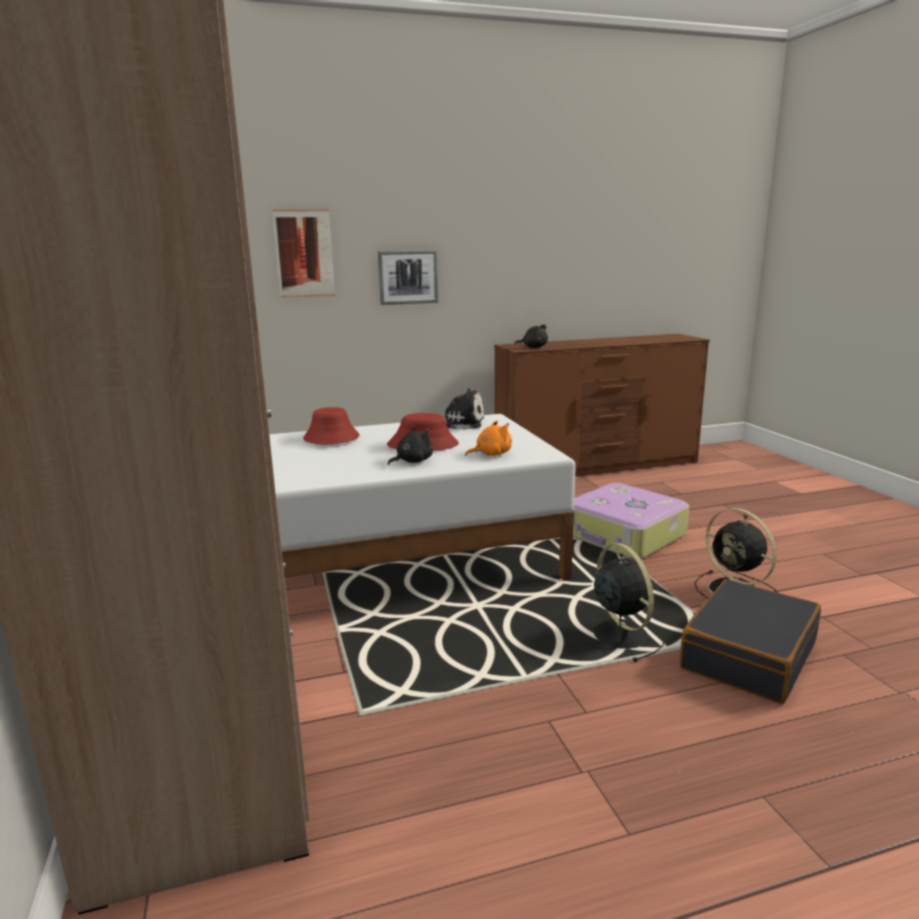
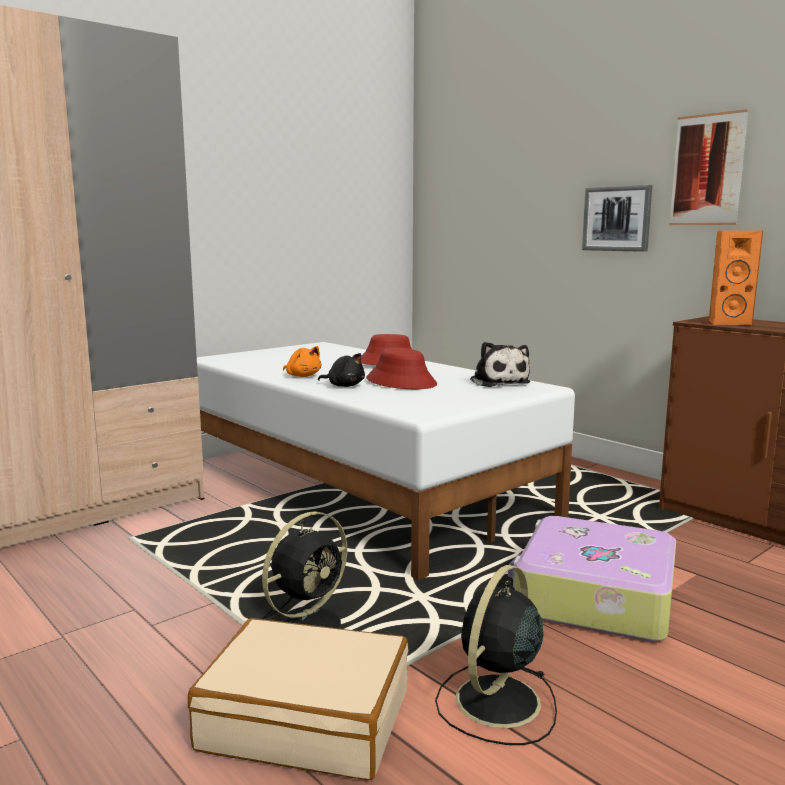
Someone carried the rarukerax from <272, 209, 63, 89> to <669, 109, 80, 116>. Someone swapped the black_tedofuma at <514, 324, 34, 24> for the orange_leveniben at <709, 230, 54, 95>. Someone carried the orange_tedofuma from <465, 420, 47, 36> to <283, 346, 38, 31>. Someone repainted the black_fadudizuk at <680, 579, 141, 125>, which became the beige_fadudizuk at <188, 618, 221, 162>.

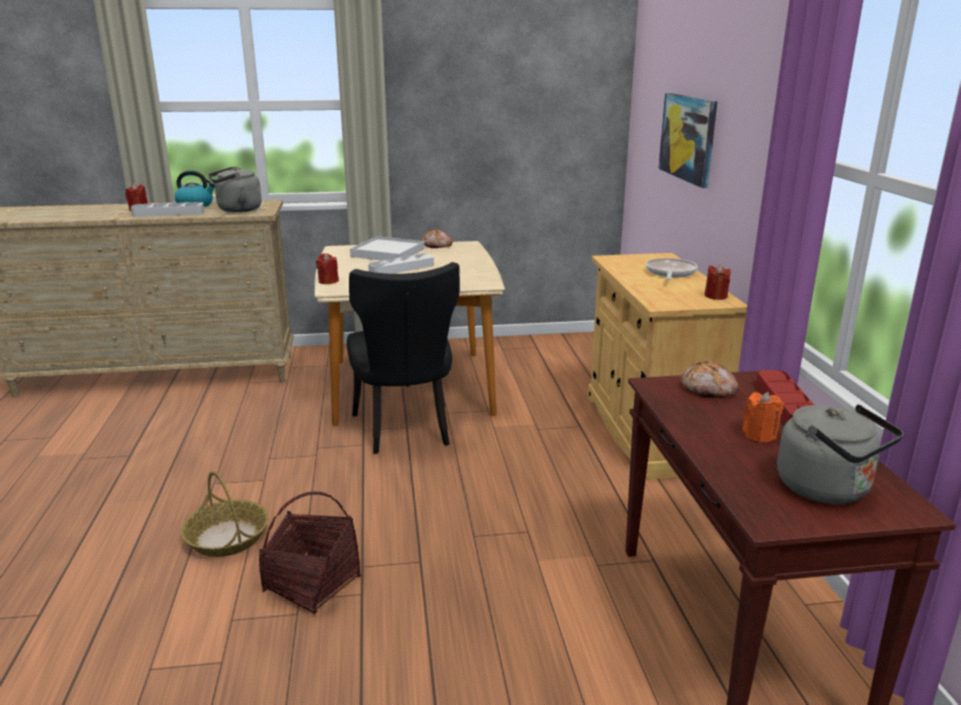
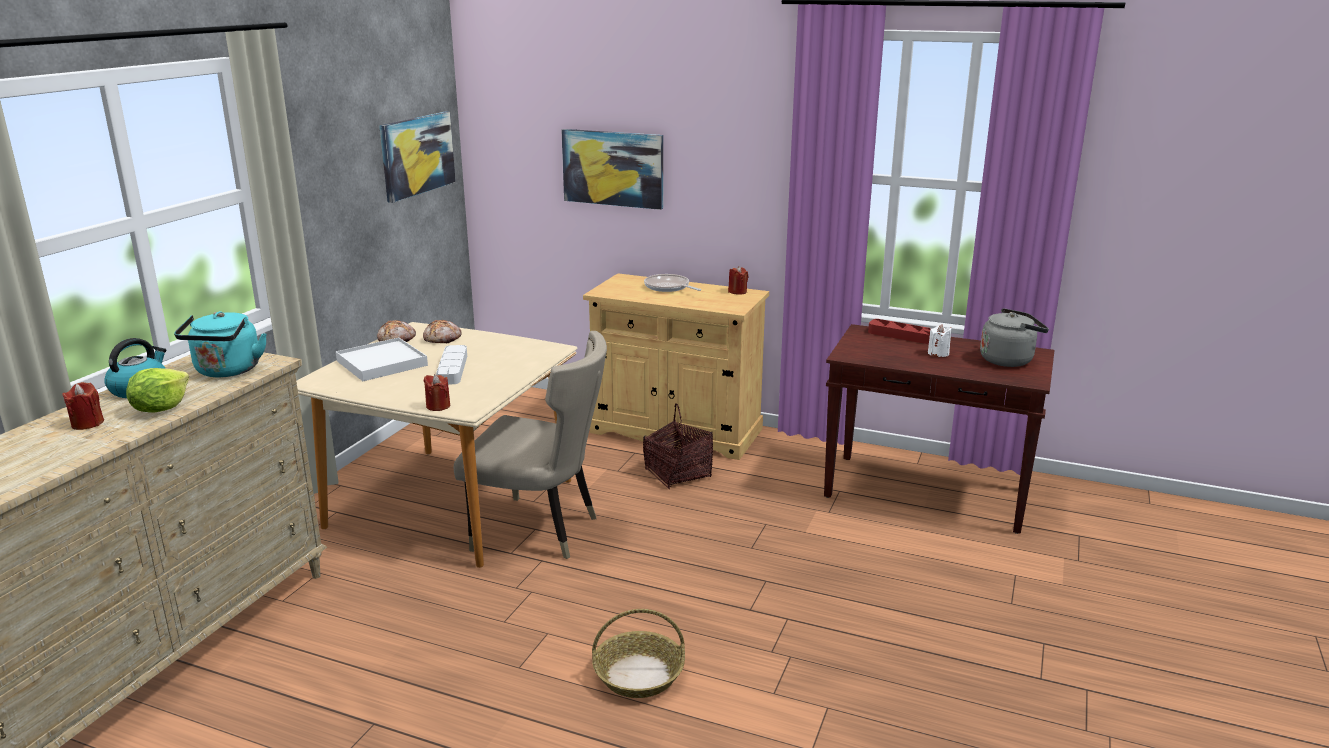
Someone repainted the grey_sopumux at <208, 167, 54, 45>, which became the turquoise_sopumux at <174, 311, 93, 67>. Someone swapped the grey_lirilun at <131, 202, 73, 15> for the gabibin at <126, 368, 63, 44>. Someone repainted the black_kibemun at <347, 262, 113, 192>, which became the beige_kibemun at <454, 331, 153, 228>. Someone carried the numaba from <681, 361, 58, 37> to <423, 320, 39, 23>. Someone repainted the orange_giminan at <742, 392, 42, 50>, which became the white_giminan at <928, 324, 24, 33>. Someone carried the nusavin from <259, 492, 102, 123> to <643, 403, 70, 86>. Someone put up the rarukerax at <379, 111, 77, 92>.

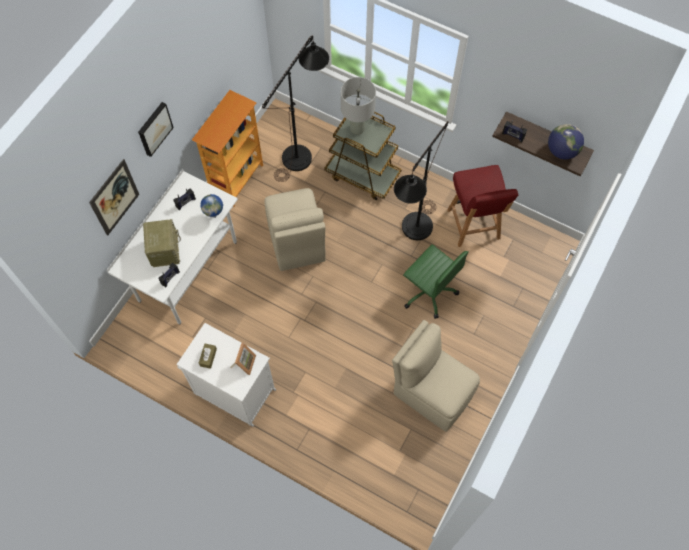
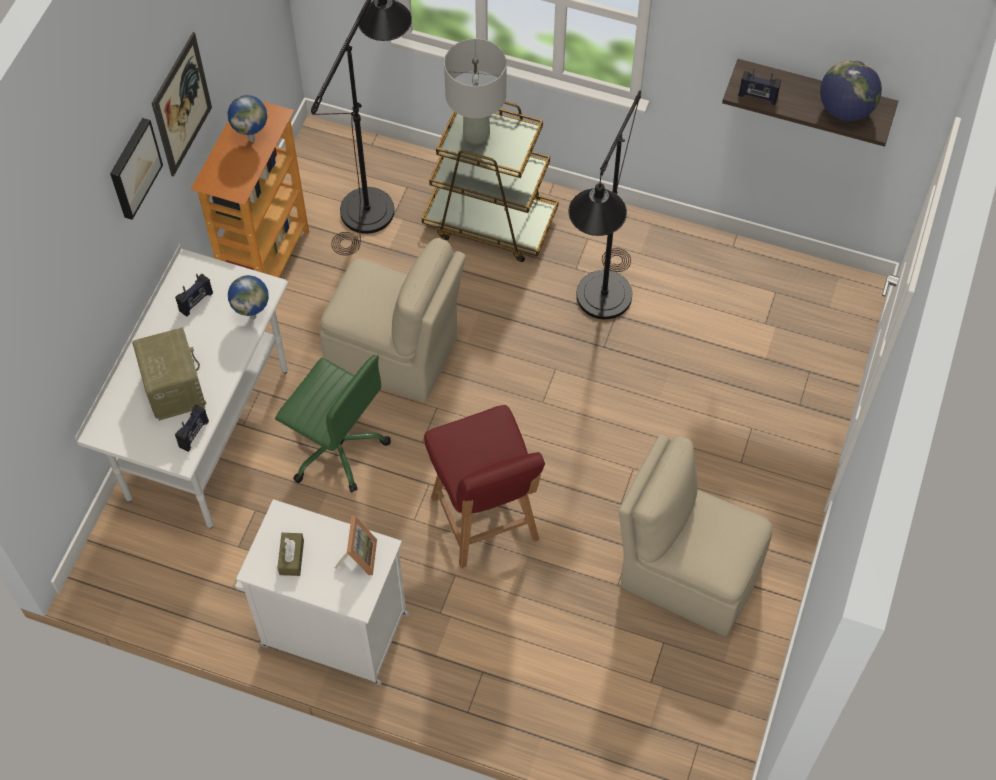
Someone carried the rarukerax from <89, 159, 50, 77> to <152, 32, 60, 145>. Someone carried the red_kibemun from <447, 165, 71, 82> to <424, 405, 121, 163>. Someone rotated the beige_kibemun at <264, 188, 62, 83> by 45 degrees counterclockwise. Someone carried the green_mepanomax from <403, 244, 66, 75> to <275, 355, 116, 138>. Someone put down the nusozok at <227, 95, 40, 47>.

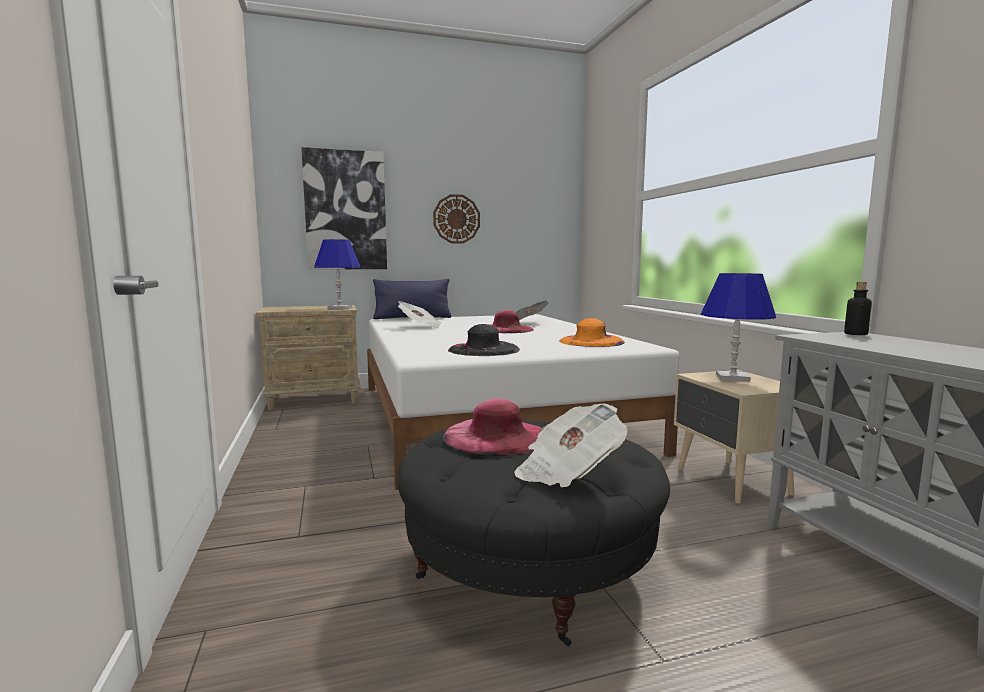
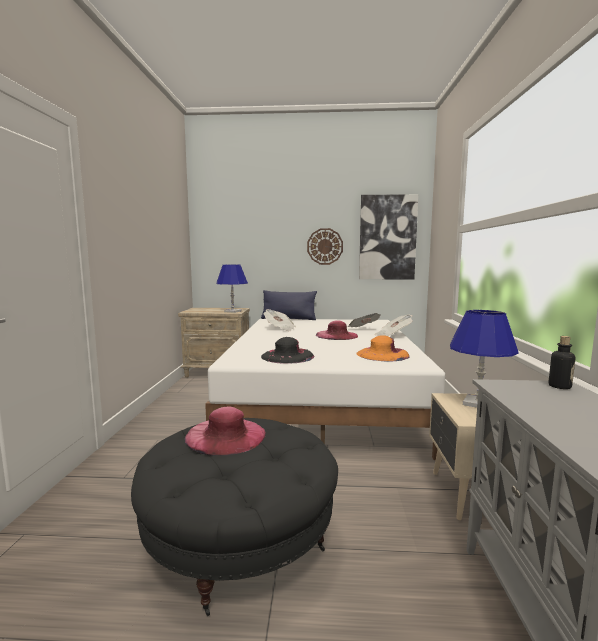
Someone carried the rarukerax from <301, 147, 86, 123> to <359, 194, 59, 85>. Someone carried the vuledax from <514, 404, 113, 83> to <375, 315, 38, 21>.

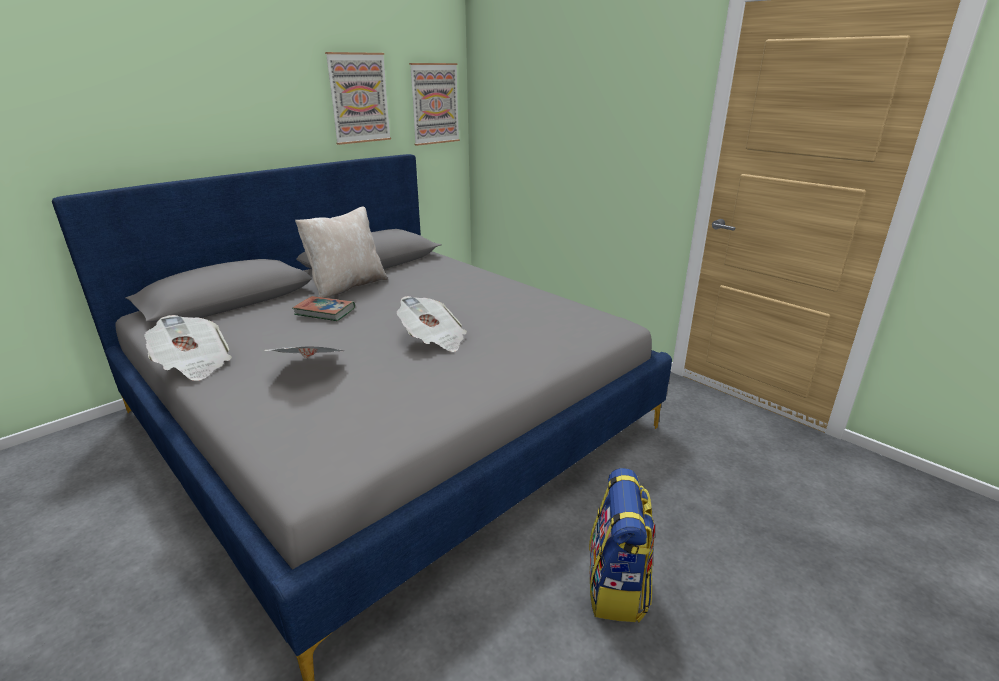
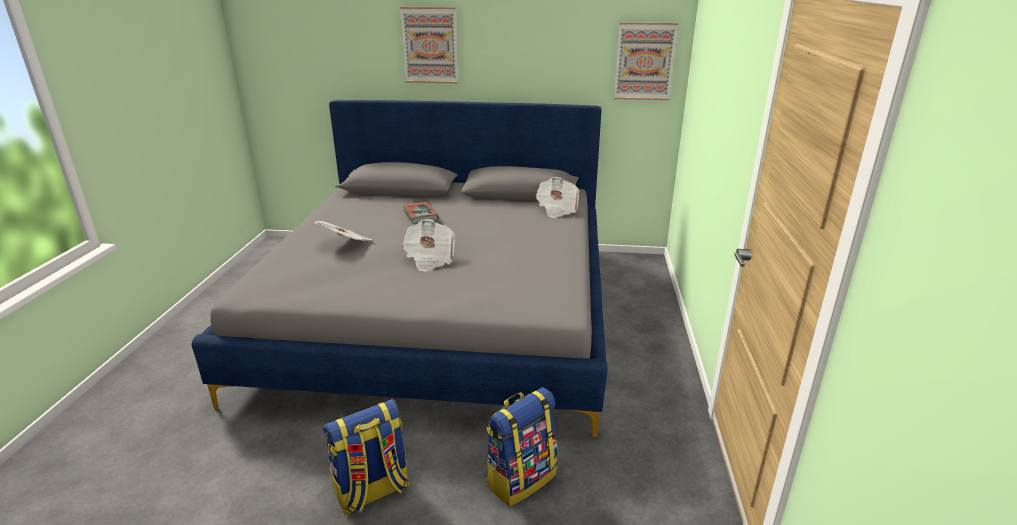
Someone carried the rarukerax from <325, 52, 66, 93> to <400, 7, 58, 76>. Someone took away the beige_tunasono at <295, 206, 92, 92>. Someone carried the vuledax from <144, 315, 88, 66> to <536, 177, 43, 41>. Someone put down the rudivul at <486, 387, 71, 119>.

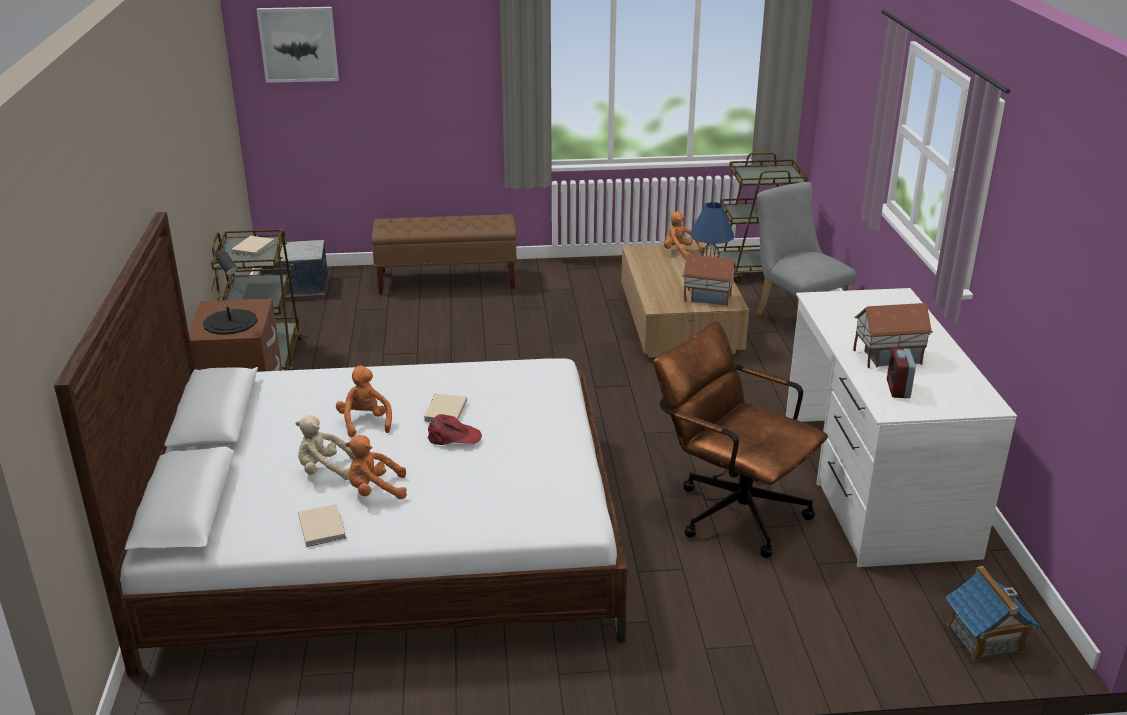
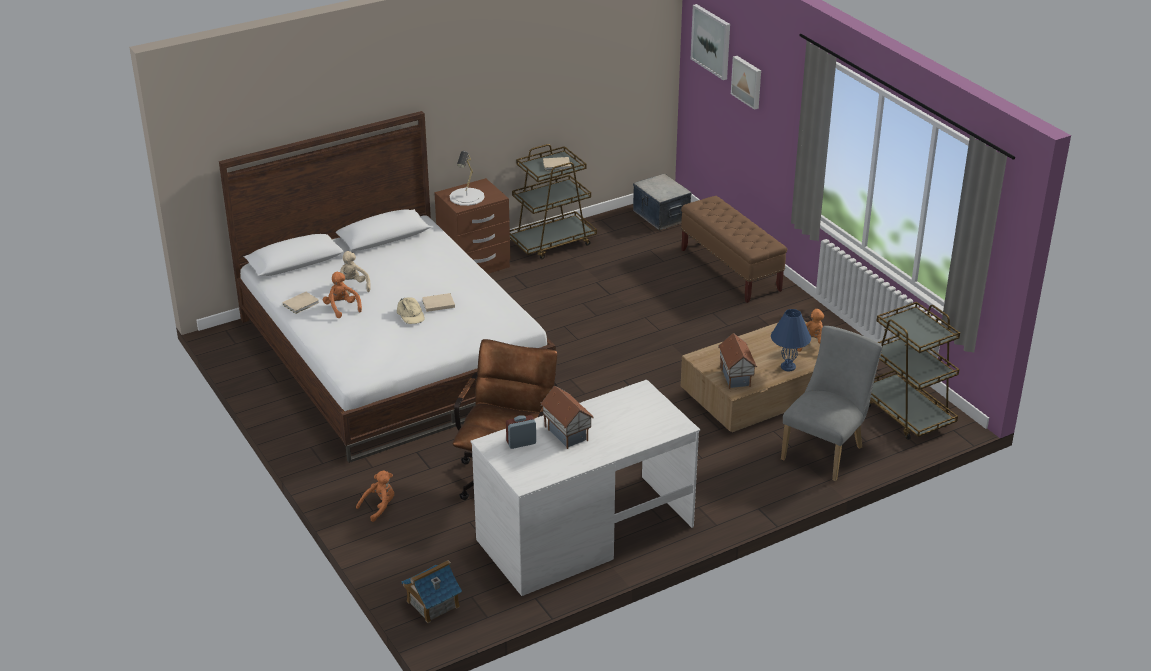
Someone repainted the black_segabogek at <203, 250, 55, 85>, which became the white_segabogek at <450, 151, 35, 55>. Someone carried the orange_tedofuma from <336, 366, 56, 71> to <356, 470, 38, 52>. Someone repainted the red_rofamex at <428, 414, 54, 31>, which became the beige_rofamex at <397, 298, 28, 26>. Someone put up the rarukerax at <731, 56, 30, 54>.

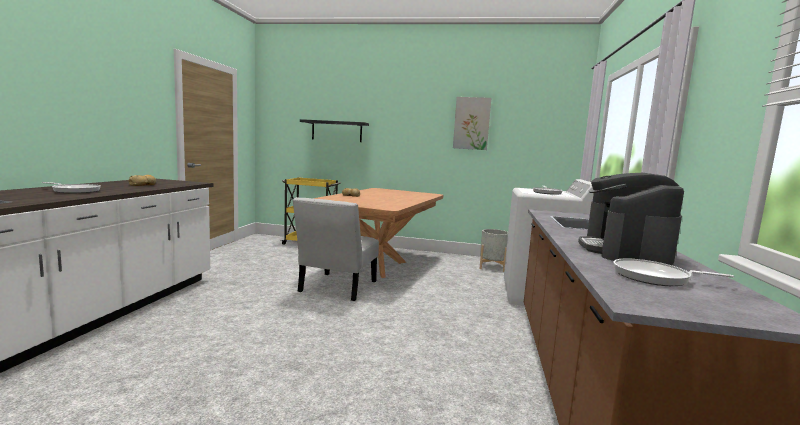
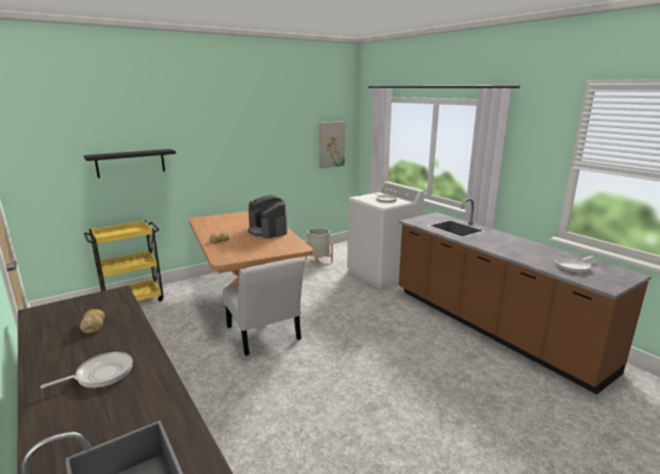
Someone carried the rarukerax from <453, 97, 38, 53> to <319, 121, 26, 48>. Someone carried the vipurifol from <578, 173, 106, 92> to <248, 195, 39, 44>.

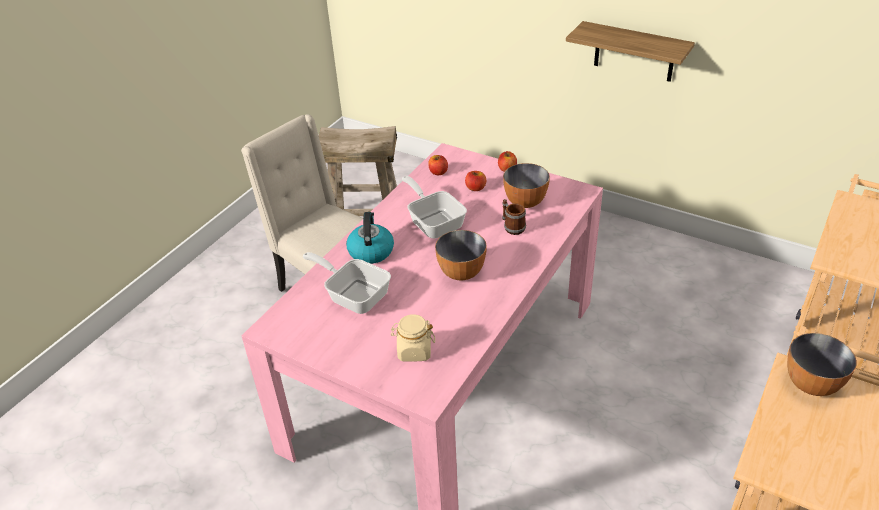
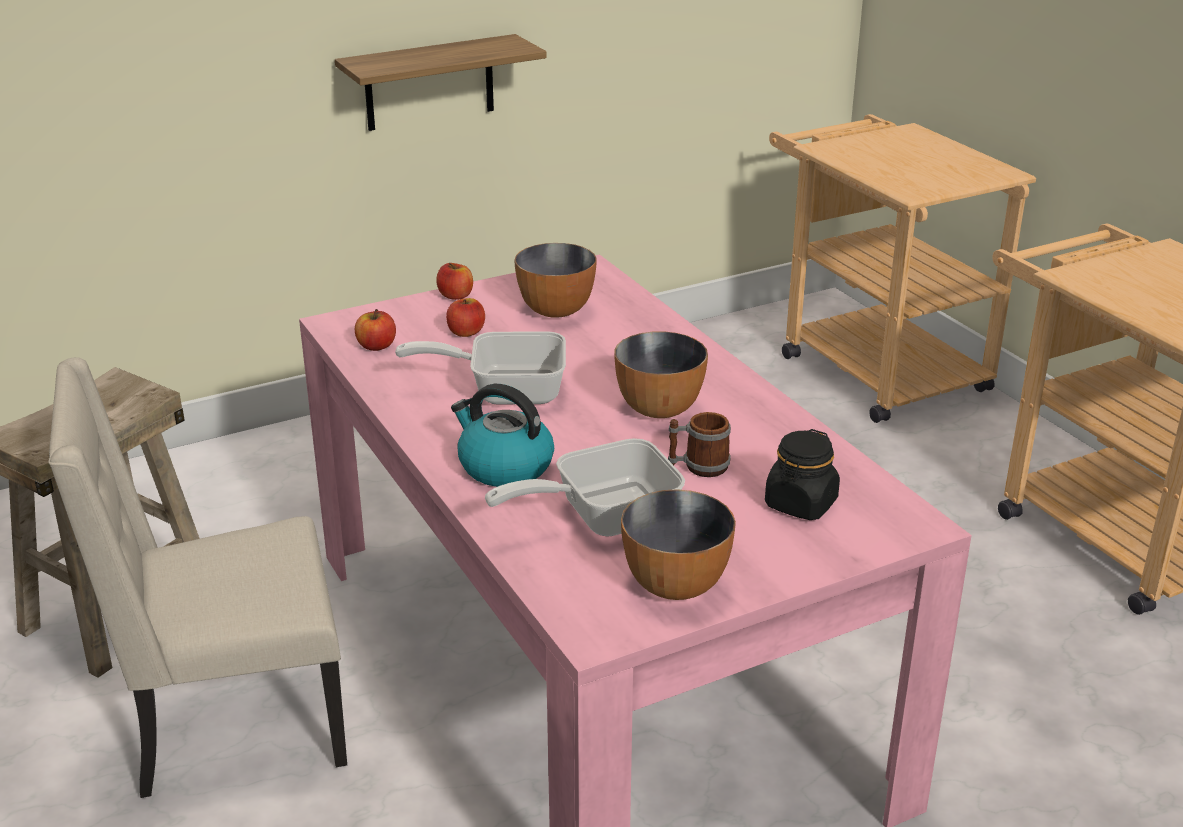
Someone carried the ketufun from <502, 199, 24, 36> to <668, 412, 63, 65>. Someone repainted the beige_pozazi at <390, 314, 45, 48>, which became the black_pozazi at <765, 429, 75, 91>. Someone carried the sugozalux from <787, 333, 70, 63> to <621, 489, 115, 111>.

